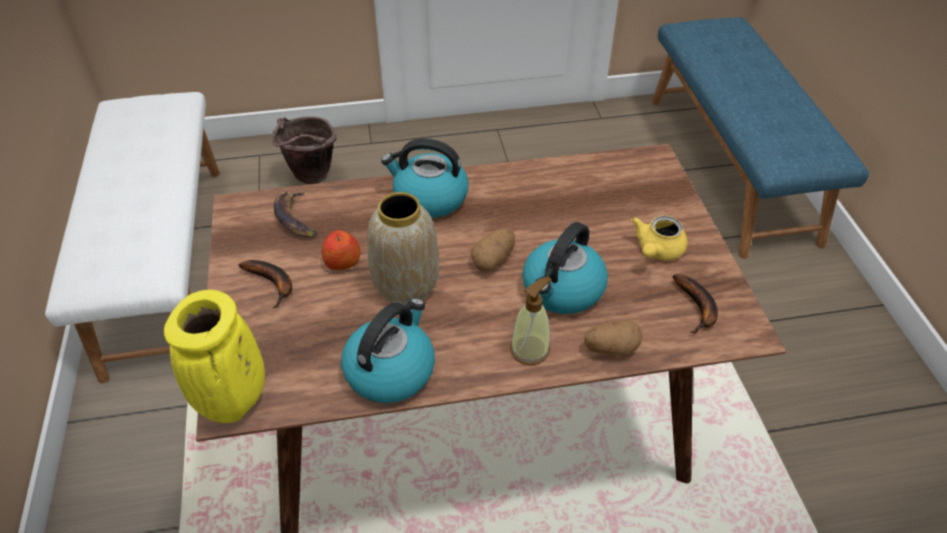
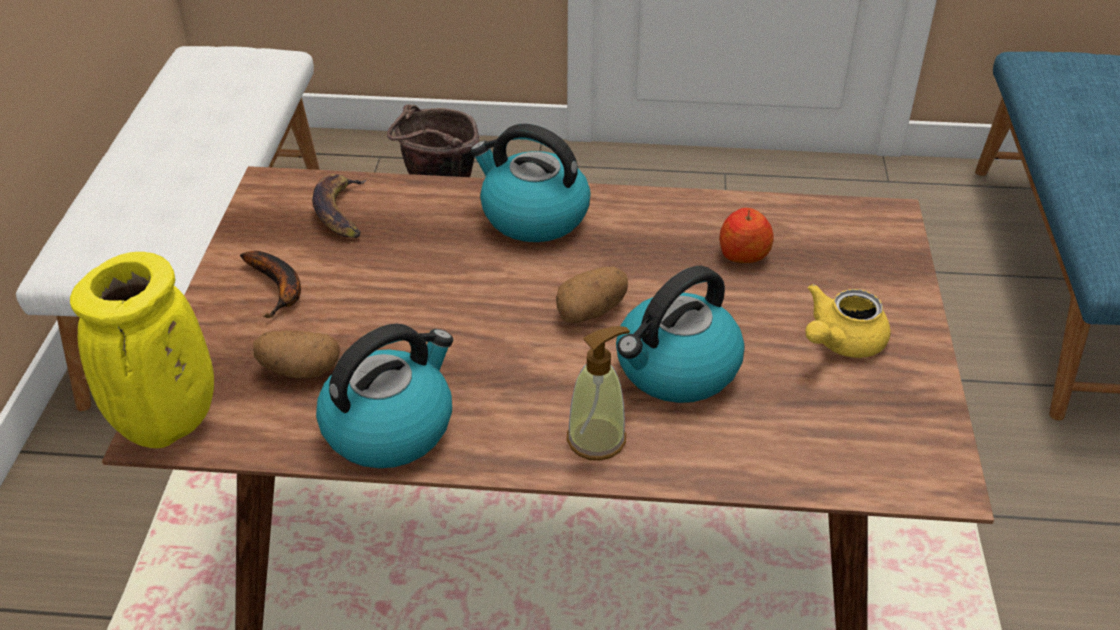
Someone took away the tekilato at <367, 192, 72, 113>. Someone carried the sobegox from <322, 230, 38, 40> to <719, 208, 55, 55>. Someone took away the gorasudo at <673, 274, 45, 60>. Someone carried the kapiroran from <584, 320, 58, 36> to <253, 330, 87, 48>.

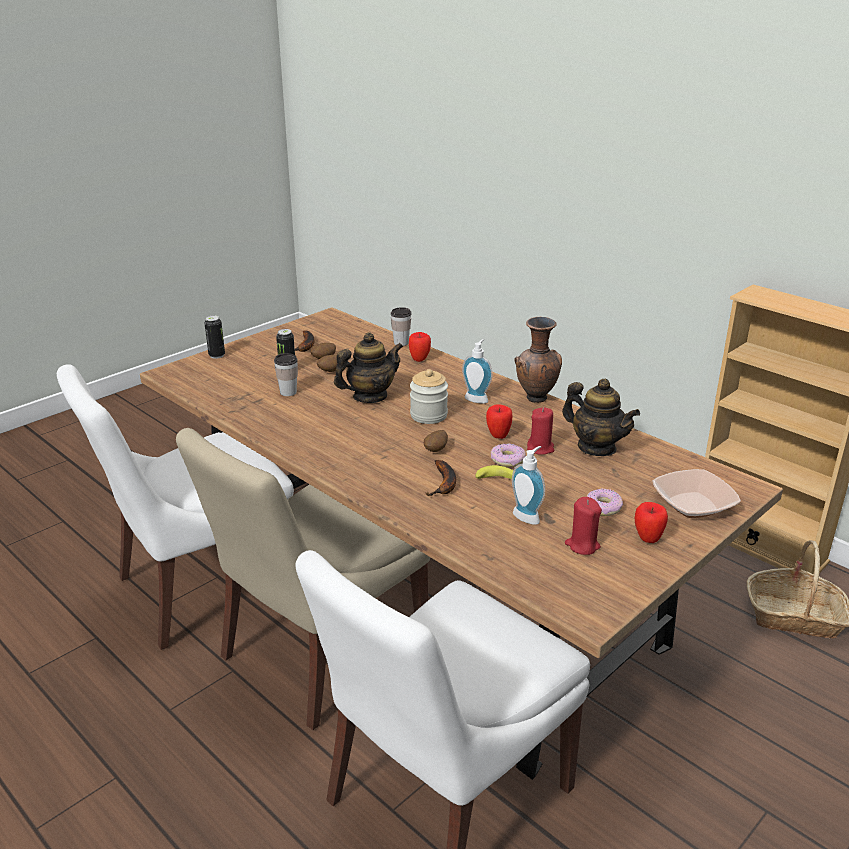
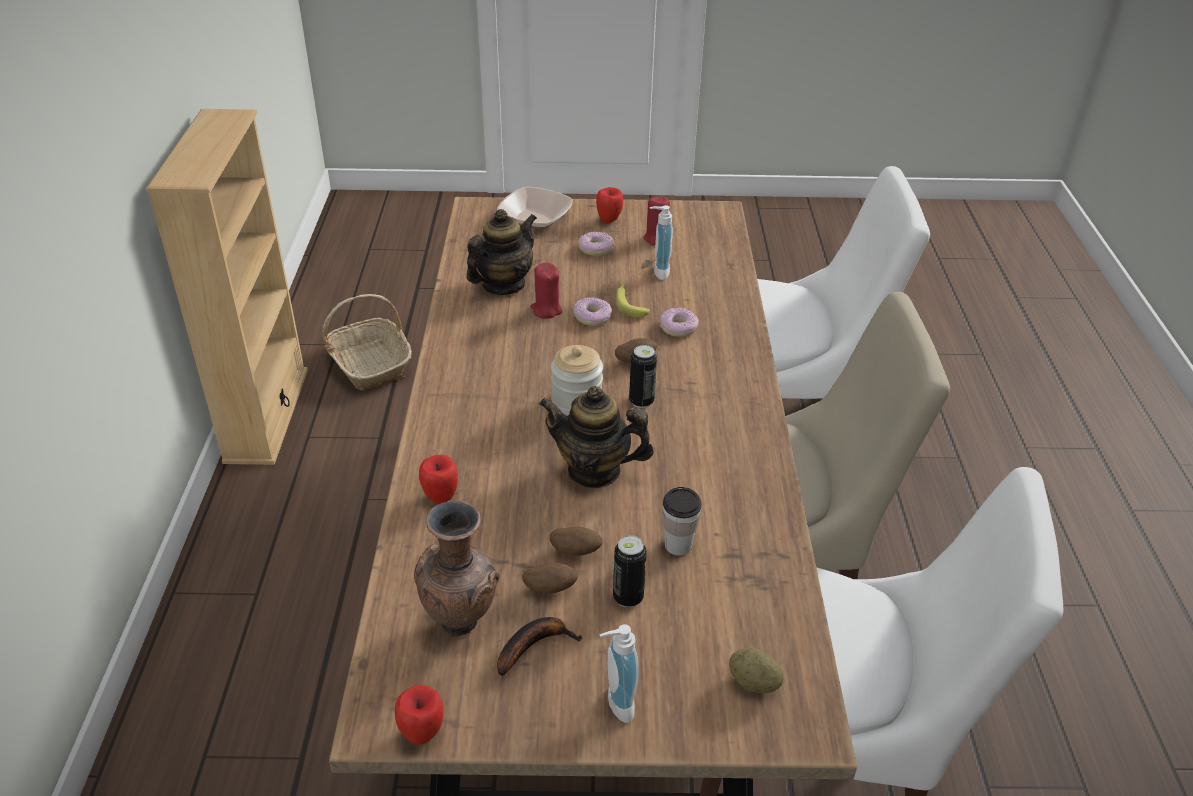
Someone took away the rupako at <391, 307, 21, 39>. Someone carried the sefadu from <204, 315, 21, 44> to <629, 345, 28, 63>. Someone carried the brown_tekilato from <514, 317, 48, 86> to <414, 501, 85, 135>. Someone carried the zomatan from <462, 339, 31, 65> to <599, 624, 40, 99>. Someone rotated the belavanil at <562, 379, 78, 77> by 45 degrees clockwise. Someone carried the sobegox from <486, 404, 26, 35> to <395, 685, 49, 60>. Someone swapped the gorasudo at <425, 460, 31, 36> for the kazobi at <660, 308, 39, 29>. Someone put down the kapiroran at <729, 648, 55, 45>.

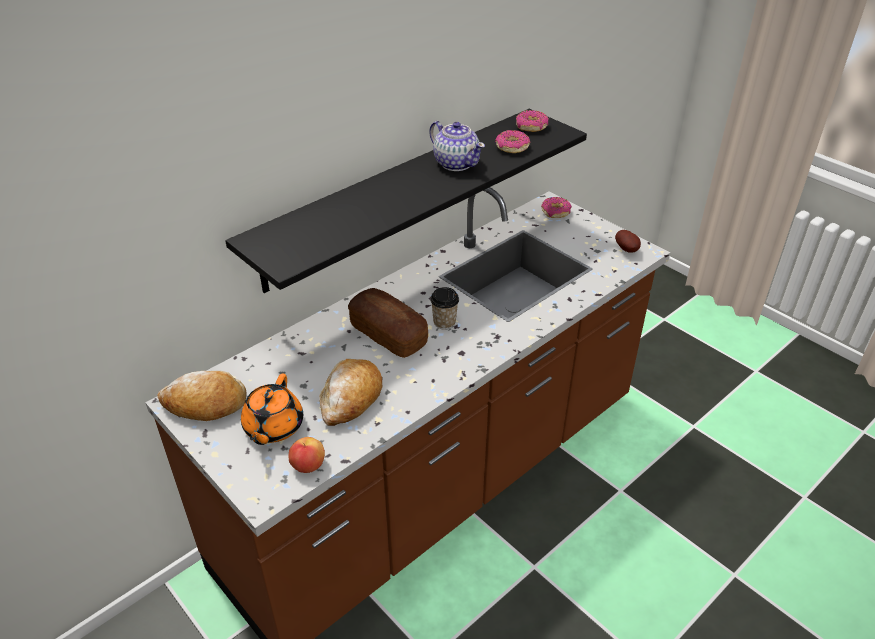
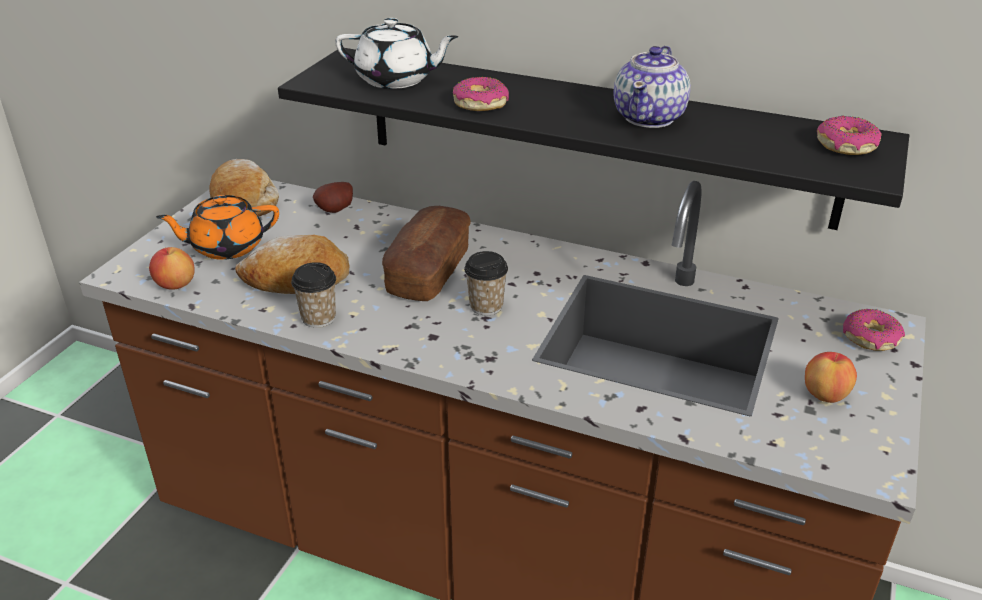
Someone carried the kazobi from <495, 130, 35, 23> to <453, 77, 56, 34>. Someone carried the kapiroran from <615, 230, 26, 23> to <313, 182, 40, 31>. Someone put down the white_belavanil at <335, 18, 124, 71>. Someone put down the rupako at <291, 262, 45, 66>. Someone put down the sobegox at <805, 352, 52, 51>.

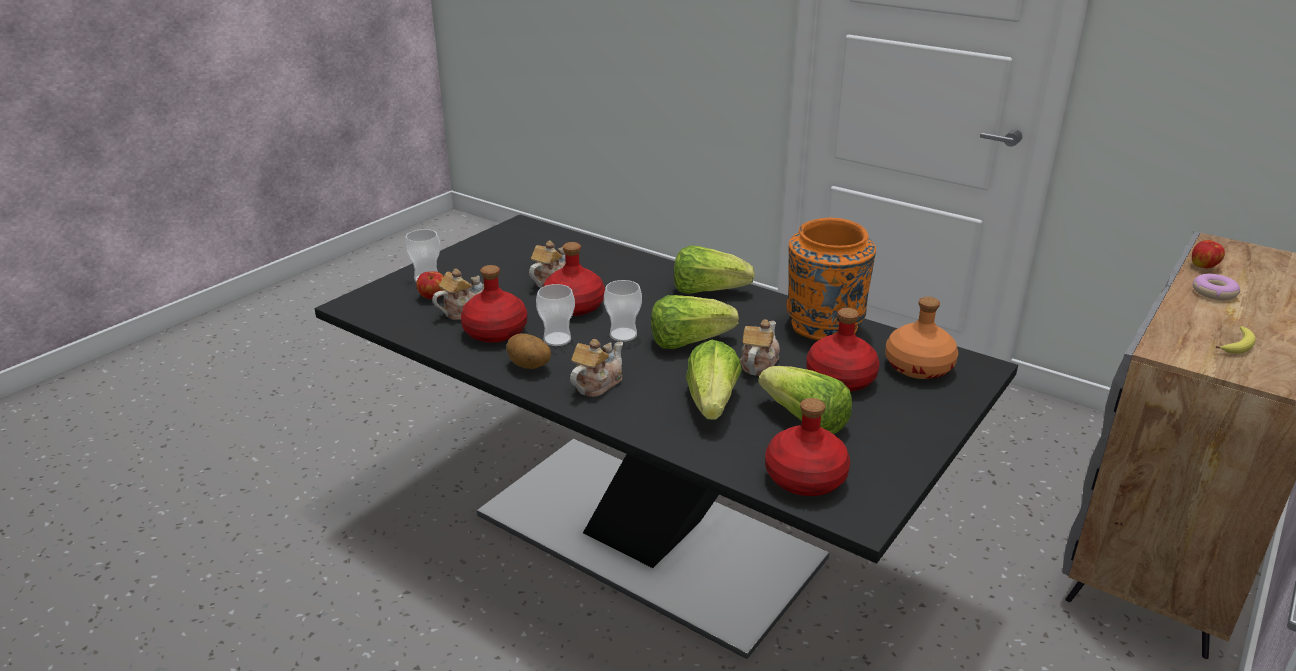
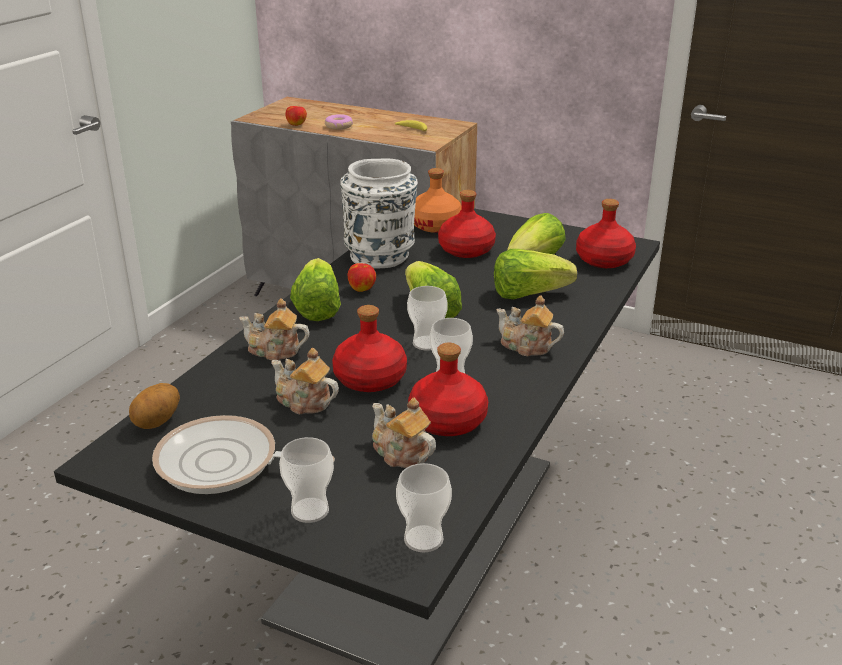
Someone repainted the orange_tekilato at <786, 218, 90, 123>, which became the white_tekilato at <341, 159, 77, 109>. Someone carried the sobegox from <416, 271, 28, 28> to <348, 263, 28, 29>. Someone carried the belavanil from <740, 319, 40, 57> to <239, 298, 71, 63>. Someone carried the kapiroran from <506, 333, 45, 36> to <129, 383, 51, 46>. Someone put down the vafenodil at <152, 415, 183, 79>. Someone put down the rupako at <396, 463, 56, 89>.

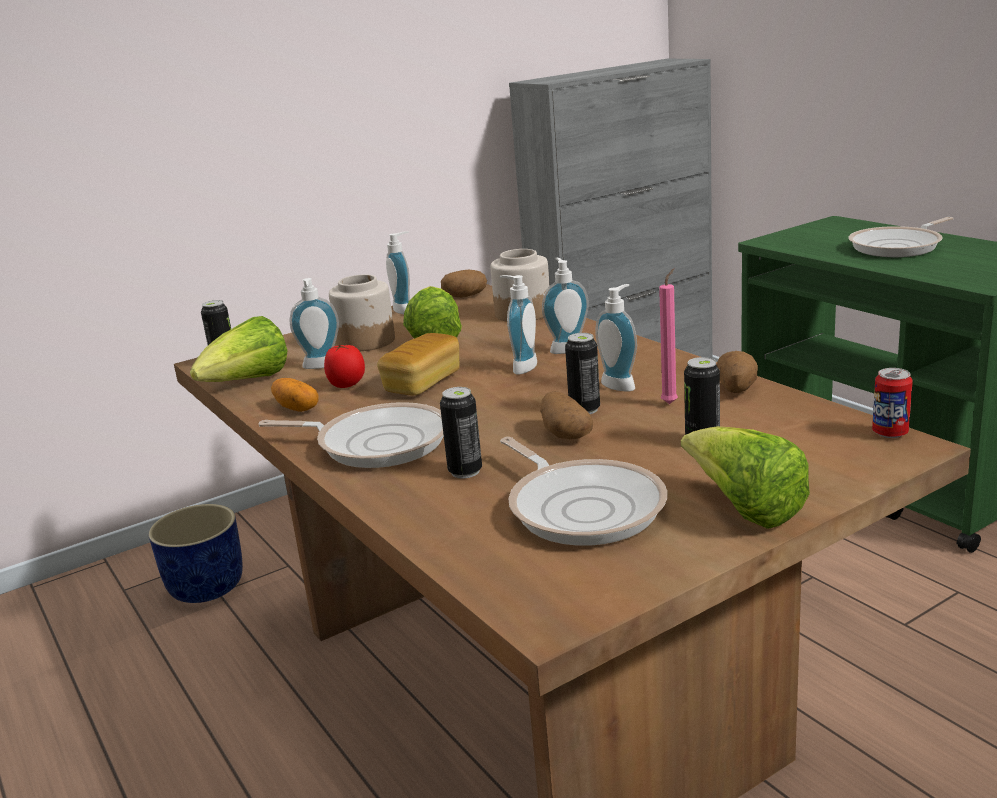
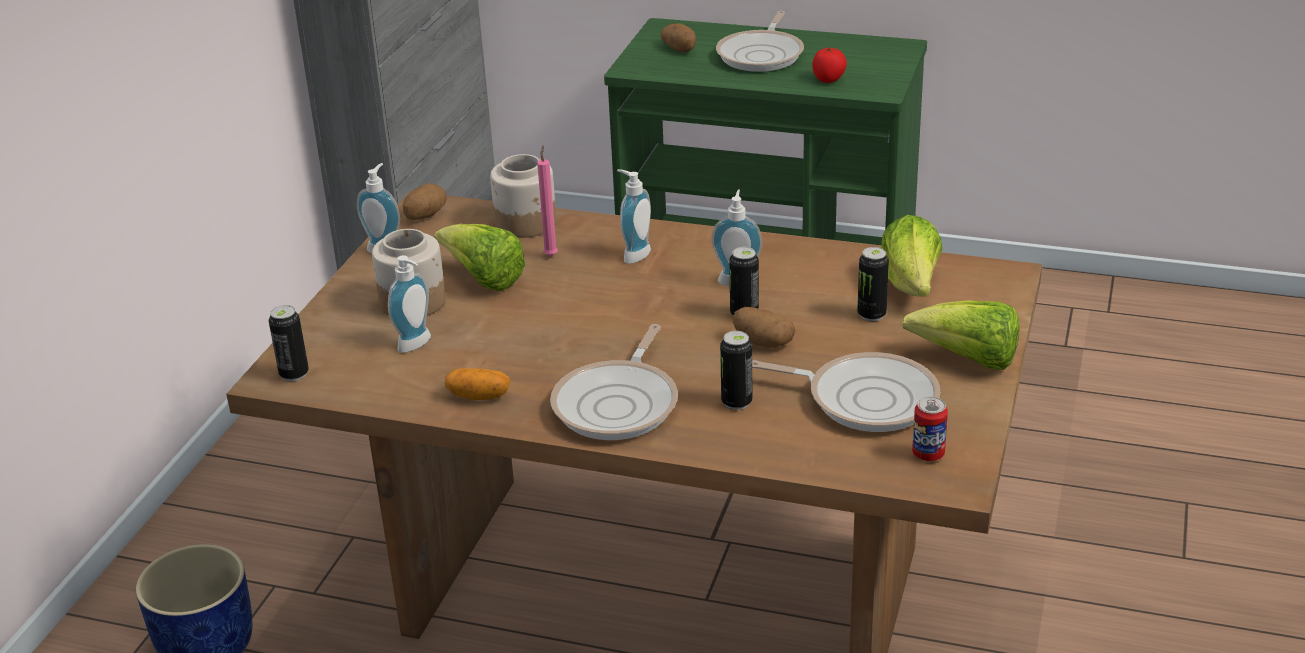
Someone carried the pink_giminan from <659, 268, 19, 136> to <537, 146, 21, 110>. Someone took away the zomatan at <499, 275, 38, 100>. Someone carried the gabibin from <190, 316, 97, 66> to <881, 215, 61, 82>. Someone took away the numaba at <377, 333, 83, 62>. Someone carried the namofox from <324, 344, 41, 44> to <812, 47, 35, 36>. Someone carried the kapiroran from <717, 351, 41, 42> to <661, 23, 35, 29>. Someone carried the sefadu from <872, 368, 41, 70> to <912, 397, 36, 64>. Someone rotated the vafenodil at <258, 402, 186, 66> by 135 degrees clockwise.

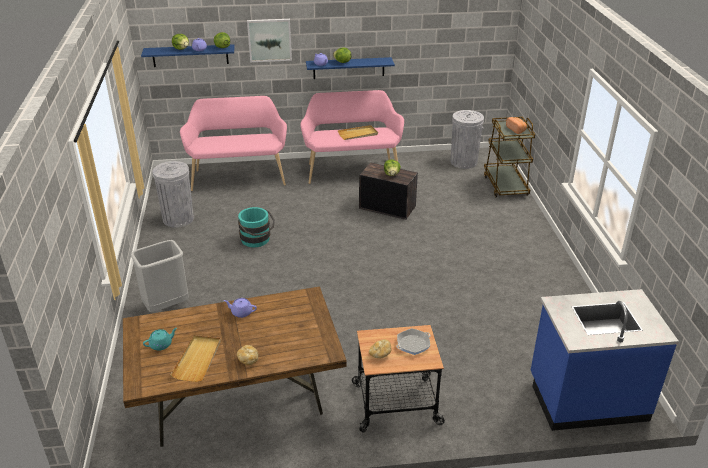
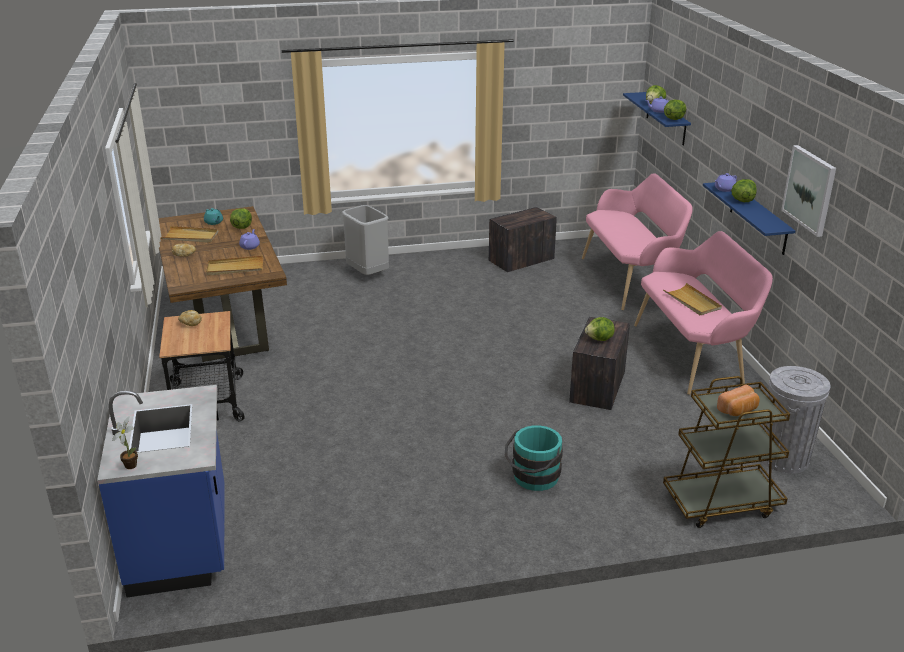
Someone carried the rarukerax from <247, 19, 45, 43> to <781, 145, 55, 92>. Someone swapped the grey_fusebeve at <152, 161, 42, 67> for the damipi at <489, 207, 68, 65>. Someone carried the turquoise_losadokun from <238, 207, 37, 40> to <505, 425, 58, 66>. Someone took away the vafenodil at <396, 328, 35, 27>. Someone put down the gabibin at <230, 208, 22, 21>. Someone put down the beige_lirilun at <206, 256, 57, 20>. Someone put down the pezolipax at <112, 416, 26, 53>.

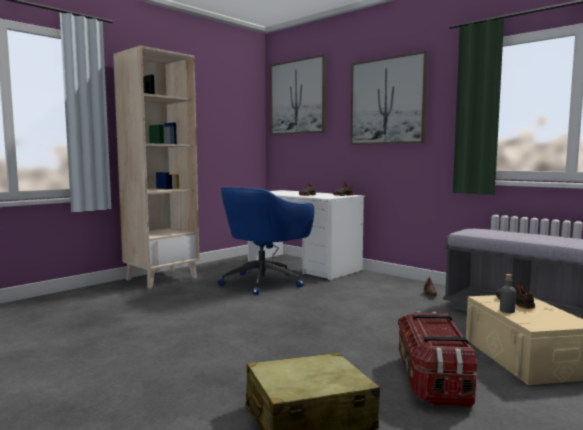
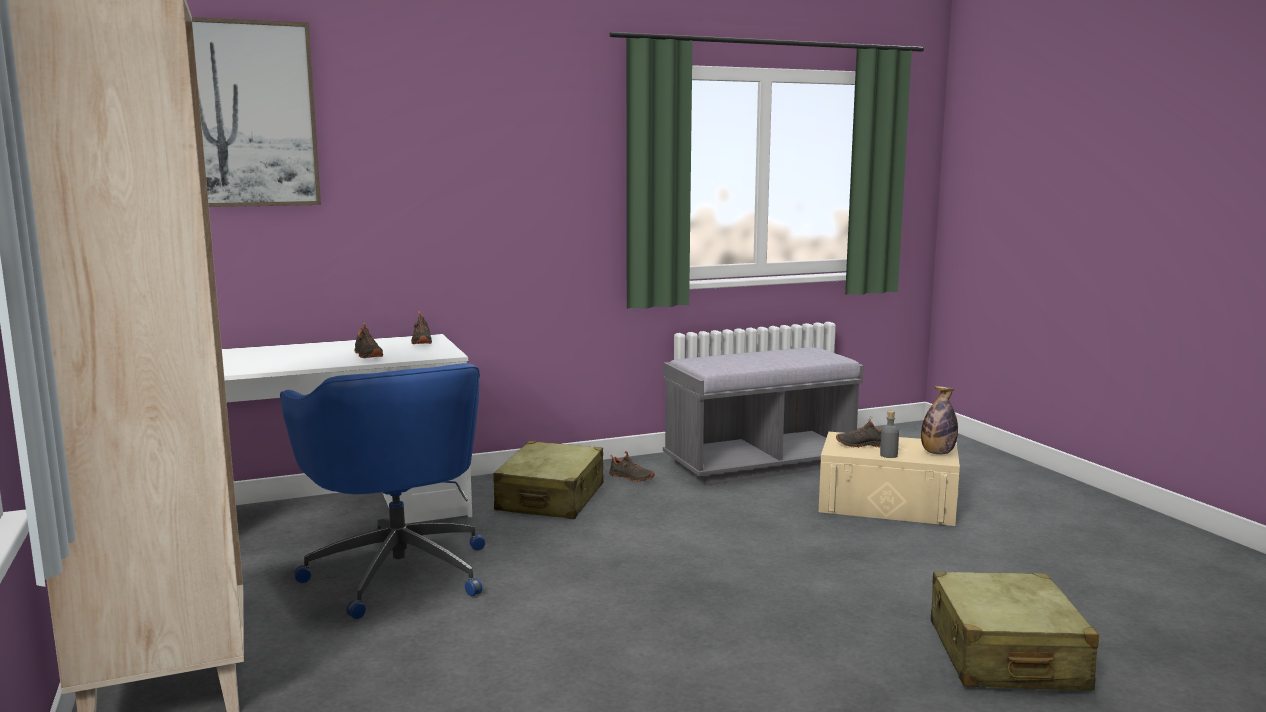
Someone took away the rarukerax at <350, 51, 78, 94>. Someone took away the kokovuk at <398, 311, 79, 97>. Someone put down the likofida at <921, 386, 37, 68>. Someone put down the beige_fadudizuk at <493, 441, 110, 78>.

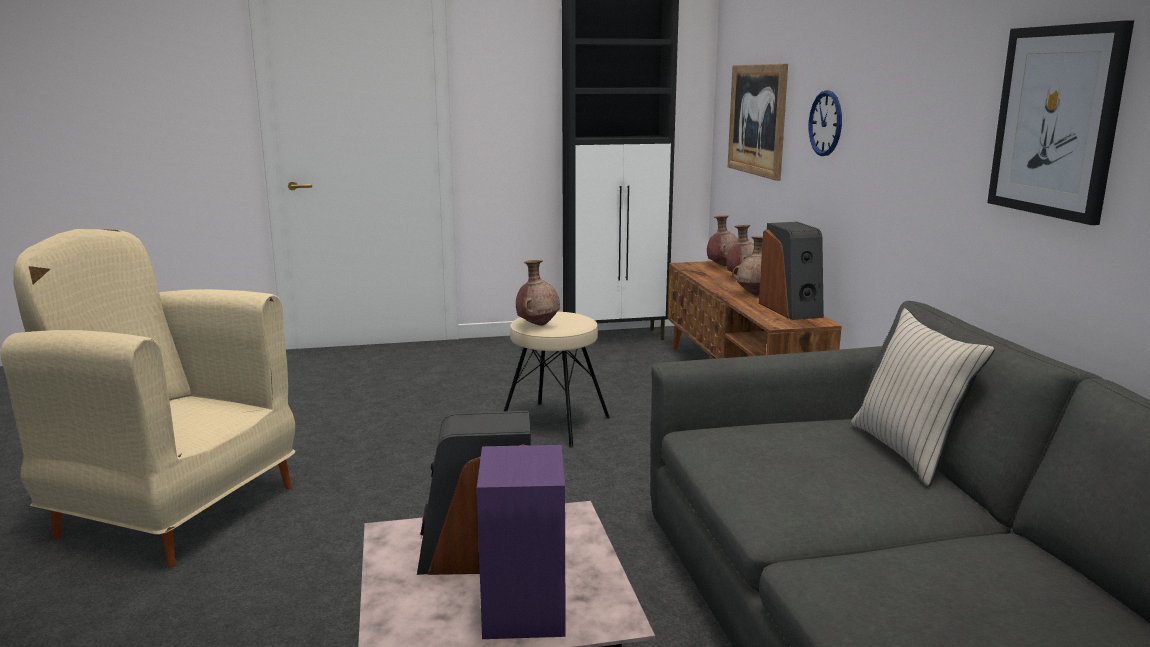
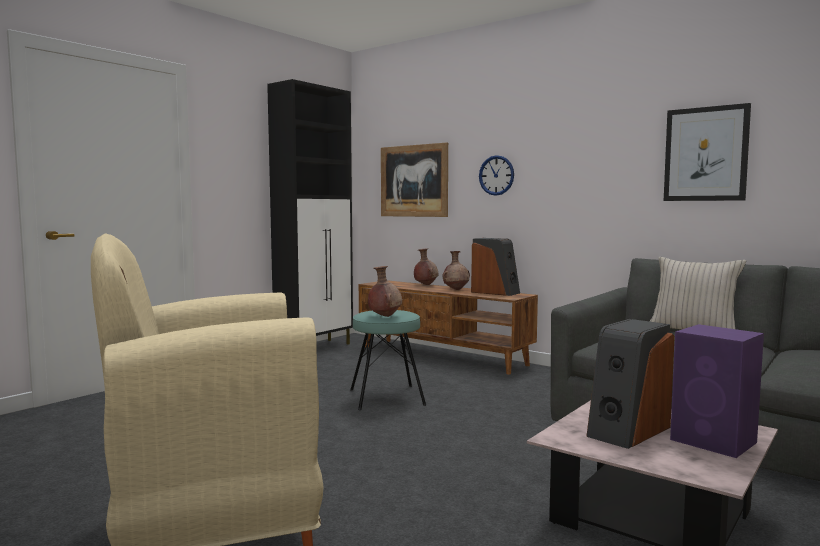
Someone took away the brown_tekilato at <707, 215, 31, 51>. Someone repainted the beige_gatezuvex at <504, 312, 106, 136>, which became the turquoise_gatezuvex at <350, 310, 76, 100>.

